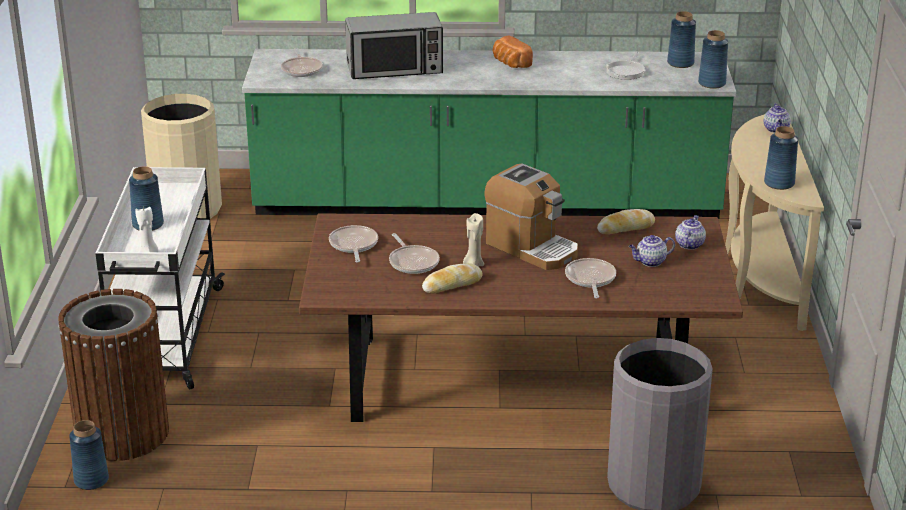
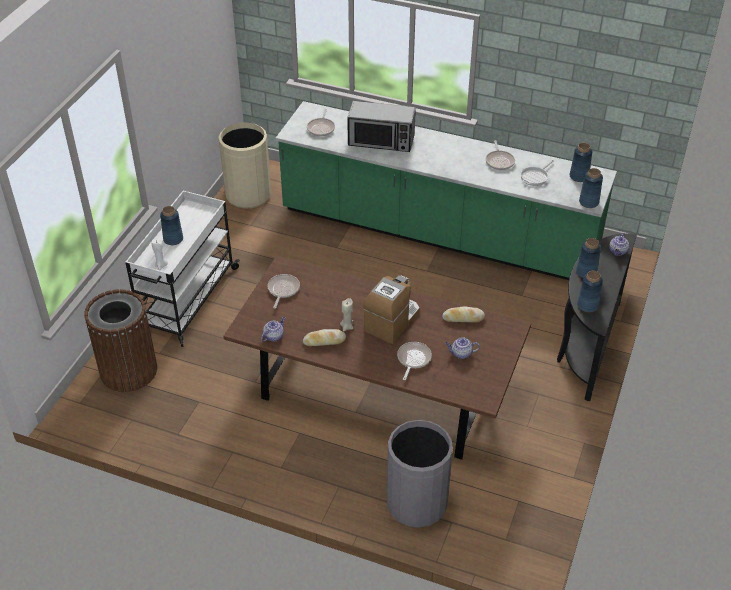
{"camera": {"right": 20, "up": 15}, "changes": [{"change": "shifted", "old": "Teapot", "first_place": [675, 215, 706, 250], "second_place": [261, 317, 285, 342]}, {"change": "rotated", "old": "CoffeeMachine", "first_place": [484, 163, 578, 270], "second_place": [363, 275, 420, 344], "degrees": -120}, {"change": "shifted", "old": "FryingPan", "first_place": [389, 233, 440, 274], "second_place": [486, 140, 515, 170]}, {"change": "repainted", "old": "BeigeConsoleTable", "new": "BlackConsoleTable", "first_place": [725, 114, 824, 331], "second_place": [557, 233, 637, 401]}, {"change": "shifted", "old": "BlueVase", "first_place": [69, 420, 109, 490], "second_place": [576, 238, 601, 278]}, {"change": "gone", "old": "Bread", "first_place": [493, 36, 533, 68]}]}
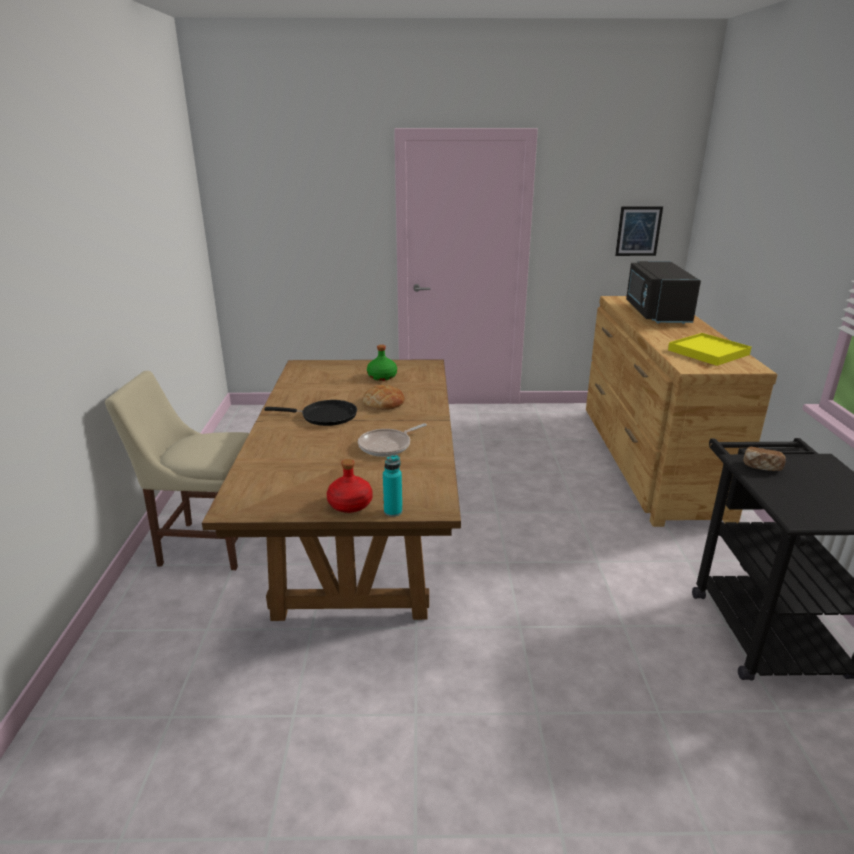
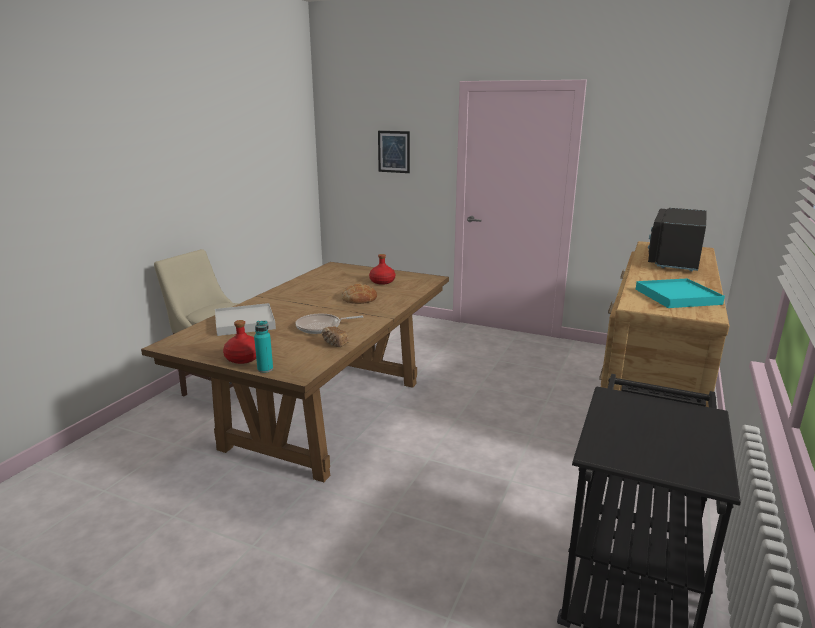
{"camera": {"right": 25, "up": -5}, "changes": [{"change": "new", "new": "WhiteTray", "second_place": [215, 303, 276, 336]}, {"change": "shifted", "old": "Bread", "first_place": [743, 447, 786, 471], "second_place": [322, 327, 349, 347]}, {"change": "repainted", "old": "GreenBottle", "new": "RedBottle", "first_place": [367, 345, 397, 381], "second_place": [369, 254, 395, 285]}, {"change": "shifted", "old": "Picture", "first_place": [615, 206, 663, 256], "second_place": [378, 131, 410, 173]}, {"change": "repainted", "old": "YellowTray", "new": "TurquoiseTray", "first_place": [668, 333, 751, 366], "second_place": [635, 278, 725, 308]}, {"change": "gone", "old": "BlackFryingPan", "first_place": [264, 400, 357, 426]}]}
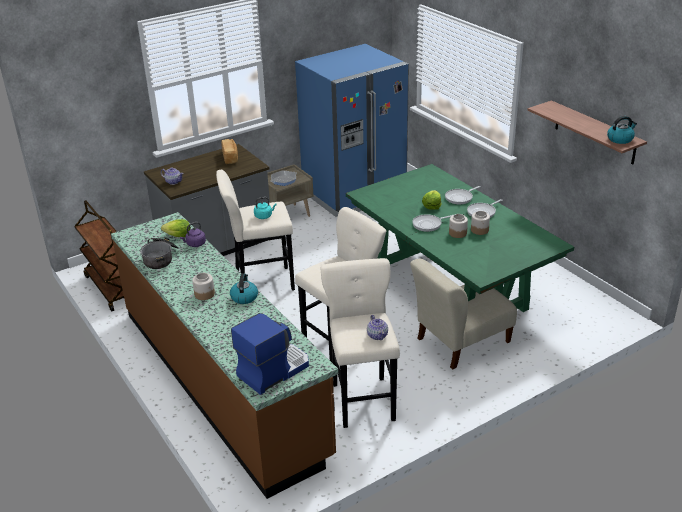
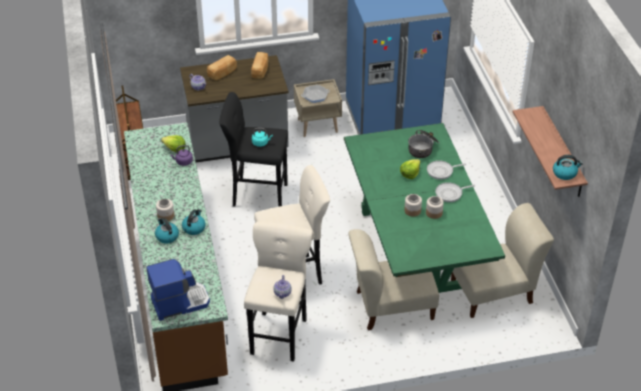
{"camera": {"right": 20, "up": 10}, "changes": [{"change": "new", "new": "Kettle", "second_place": [155, 218, 179, 243]}, {"change": "new", "new": "Bread", "second_place": [207, 55, 237, 80]}, {"change": "repainted", "old": "BeigeStool", "new": "BlackStool", "first_place": [216, 170, 295, 291], "second_place": [219, 92, 288, 207]}, {"change": "shifted", "old": "CookingPot", "first_place": [140, 237, 179, 269], "second_place": [408, 130, 439, 158]}, {"change": "new", "new": "BeigeChair", "second_place": [451, 203, 554, 318]}, {"change": "gone", "old": "FryingPan", "first_place": [412, 214, 453, 232]}]}
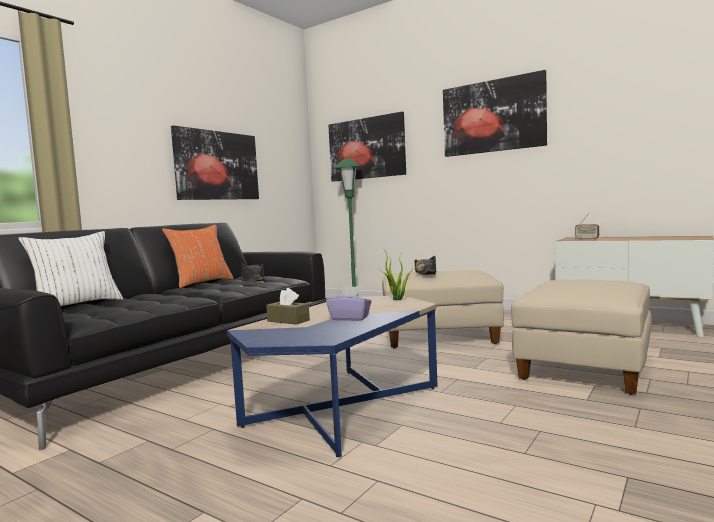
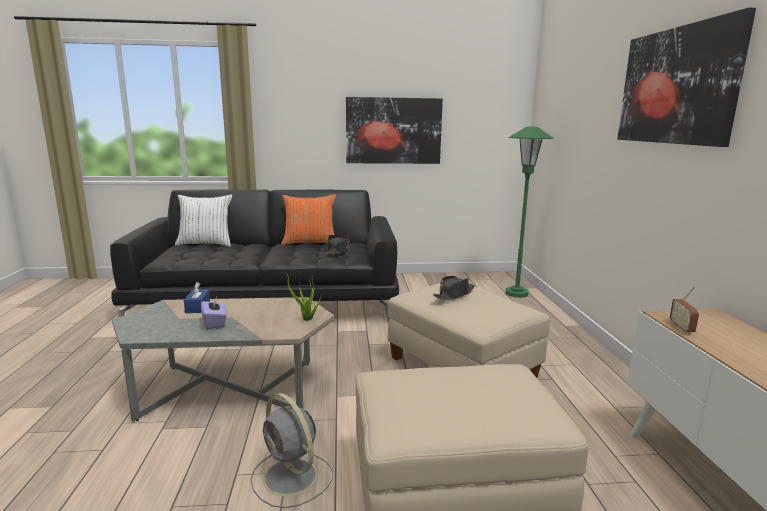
{"camera": {"right": 50, "up": 10}, "changes": [{"change": "repainted", "old": "BlueCoffeeTable", "new": "GreyCoffeeTable", "first_place": [227, 296, 438, 457], "second_place": [112, 297, 334, 422]}, {"change": "repainted", "old": "BrownTissueBox", "new": "BlueTissueBox", "first_place": [266, 288, 310, 325], "second_place": [184, 282, 210, 313]}, {"change": "new", "new": "GreyFan", "second_place": [250, 393, 333, 508]}, {"change": "gone", "old": "Picture", "first_place": [328, 112, 406, 182]}]}
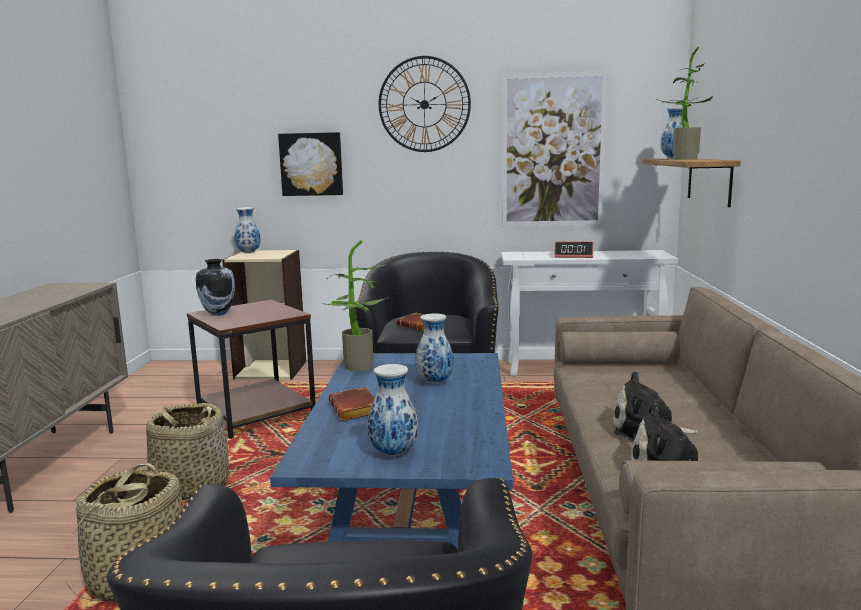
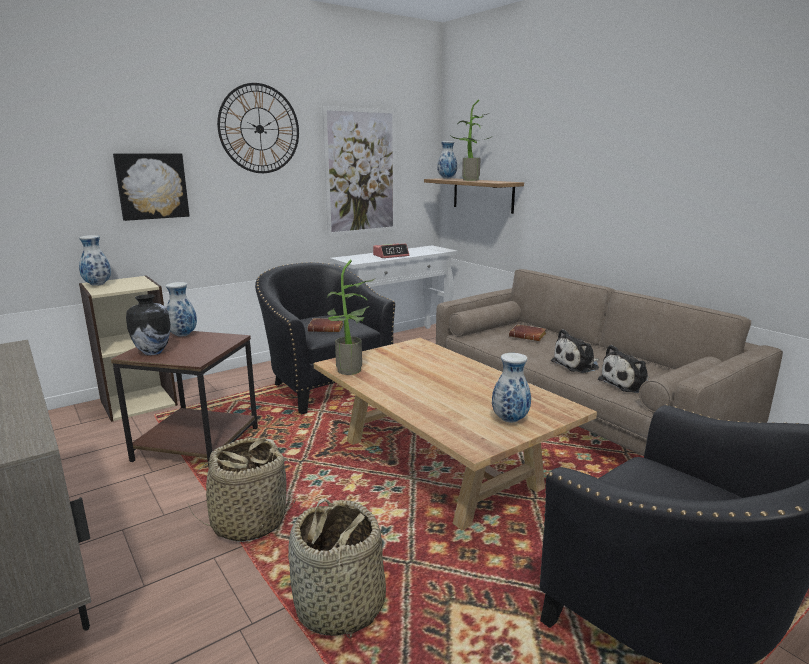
{"camera": {"right": -40, "up": 5}, "changes": [{"change": "shifted", "old": "Vase", "first_place": [415, 313, 454, 384], "second_place": [166, 282, 197, 336]}, {"change": "repainted", "old": "BlueCoffeeTable", "new": "BeigeCoffeeTable", "first_place": [270, 353, 513, 549], "second_place": [314, 338, 597, 530]}, {"change": "shifted", "old": "BrownBook", "first_place": [328, 387, 375, 421], "second_place": [509, 324, 546, 341]}]}
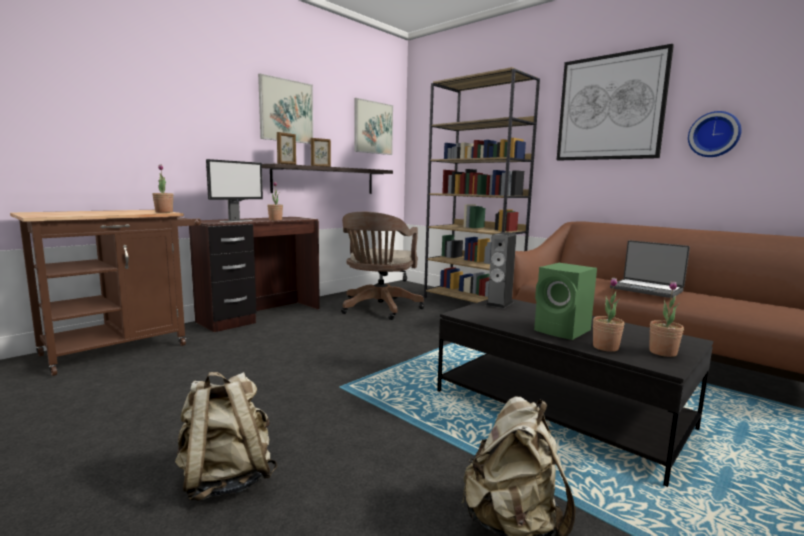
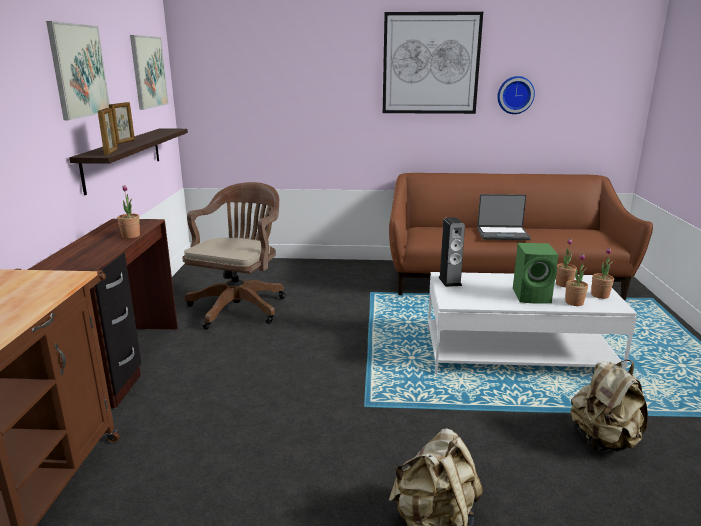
{"camera": {"right": -40, "up": 10}, "changes": [{"change": "rotated", "old": "BrownOfficeChair", "first_place": [341, 212, 424, 320], "second_place": [182, 182, 286, 329], "degrees": -135}, {"change": "repainted", "old": "BlackCoffeeTable", "new": "WhiteCoffeeTable", "first_place": [437, 299, 713, 487], "second_place": [428, 272, 638, 374]}, {"change": "shifted", "old": "PottedPlant", "first_place": [152, 164, 173, 213], "second_place": [556, 239, 577, 287]}, {"change": "gone", "old": "Monitor", "first_place": [206, 159, 263, 222]}, {"change": "gone", "old": "BrownBookcase", "first_place": [424, 67, 540, 303]}]}
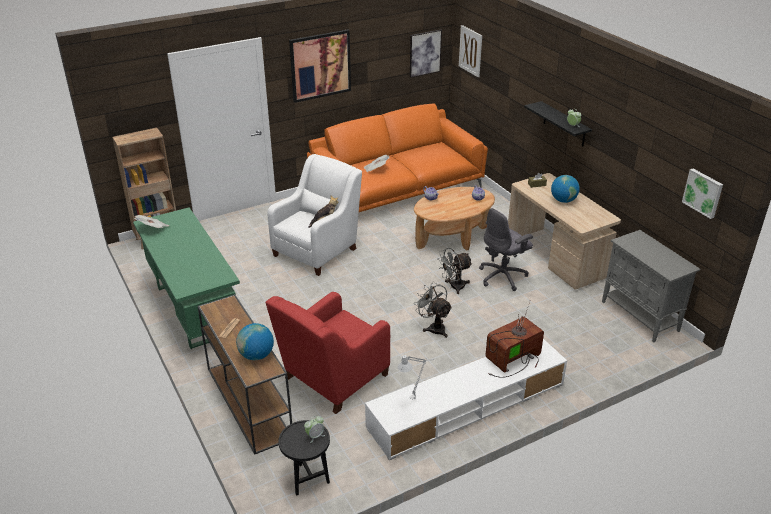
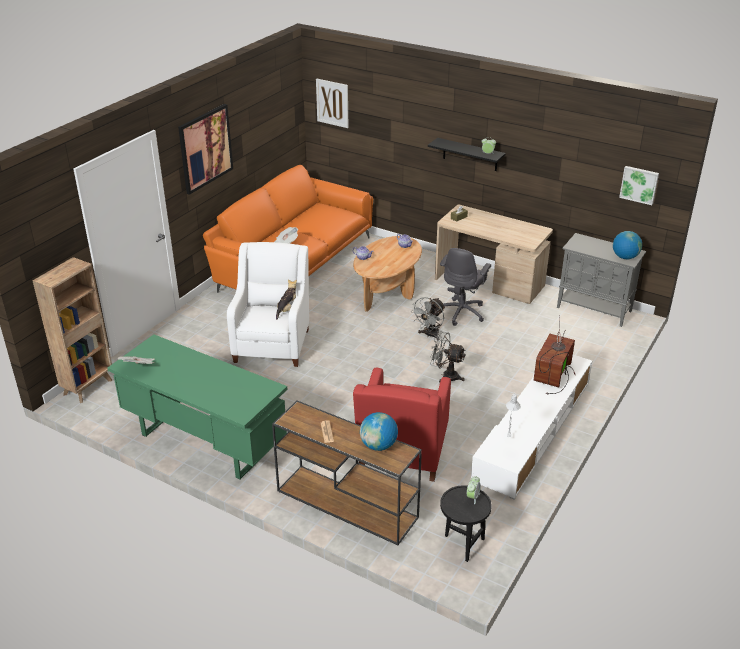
{"camera": {"right": -30, "up": 0}, "changes": [{"change": "shifted", "old": "Globe", "first_place": [551, 175, 580, 203], "second_place": [613, 231, 642, 259]}, {"change": "gone", "old": "Picture", "first_place": [410, 30, 442, 78]}]}
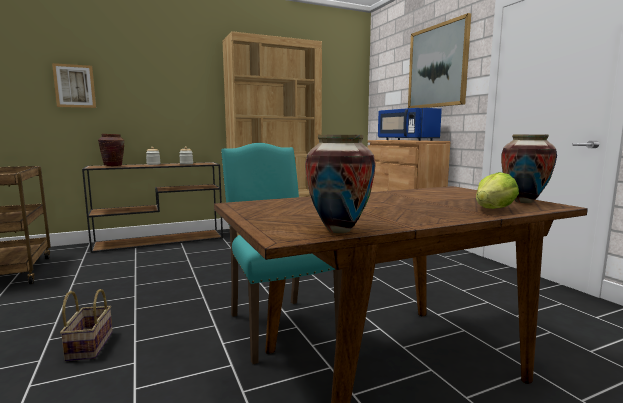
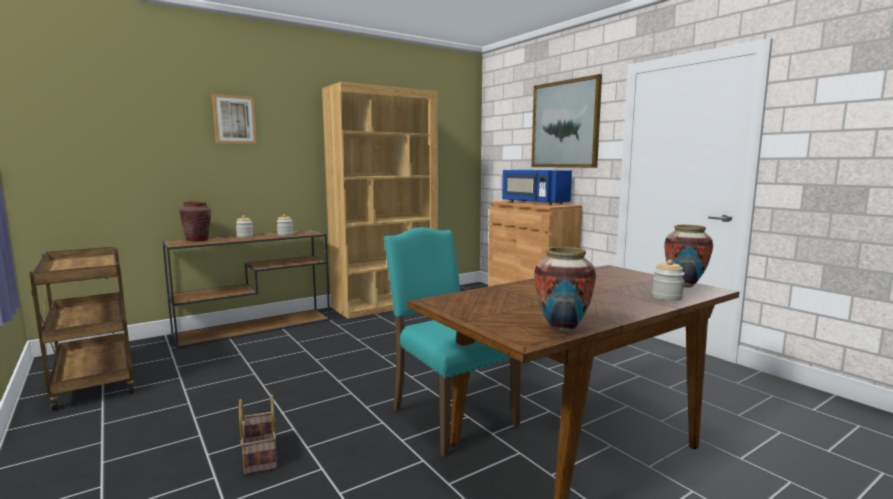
{"camera": {"right": -10, "up": 0}, "changes": [{"change": "shifted", "old": "Picture", "first_place": [52, 63, 96, 108], "second_place": [212, 94, 257, 144]}, {"change": "swapped", "old": "Lettuce", "new": "Jar", "first_place": [476, 172, 519, 209], "second_place": [652, 260, 685, 301]}]}
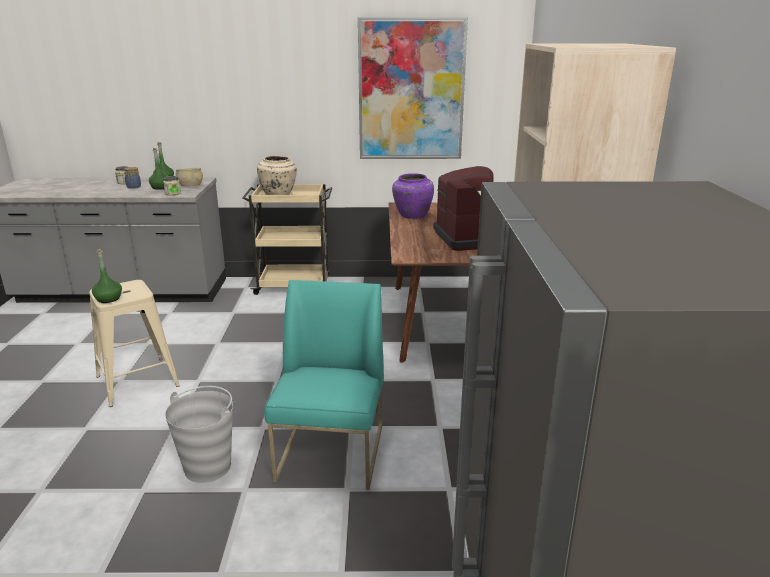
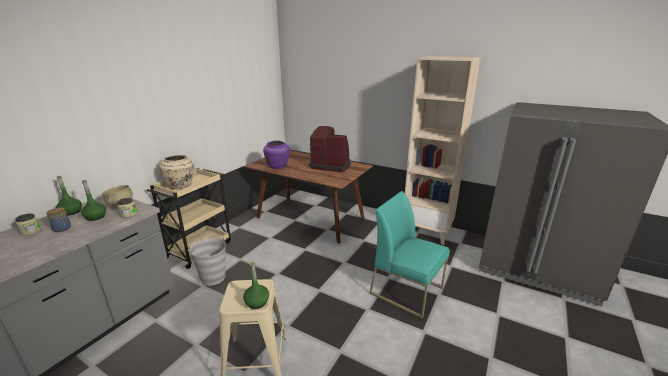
{"camera": {"right": -60, "up": 0}, "changes": [{"change": "shifted", "old": "GreyBucket", "first_place": [165, 386, 233, 483], "second_place": [188, 236, 226, 286]}, {"change": "gone", "old": "Picture", "first_place": [358, 17, 468, 159]}]}
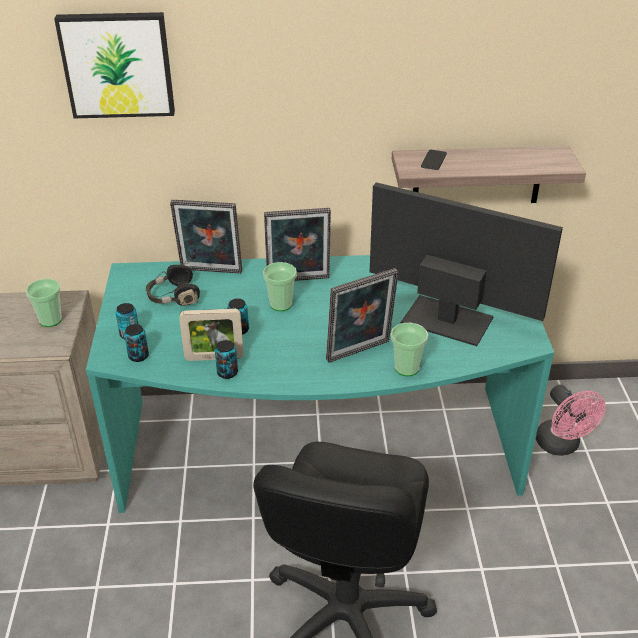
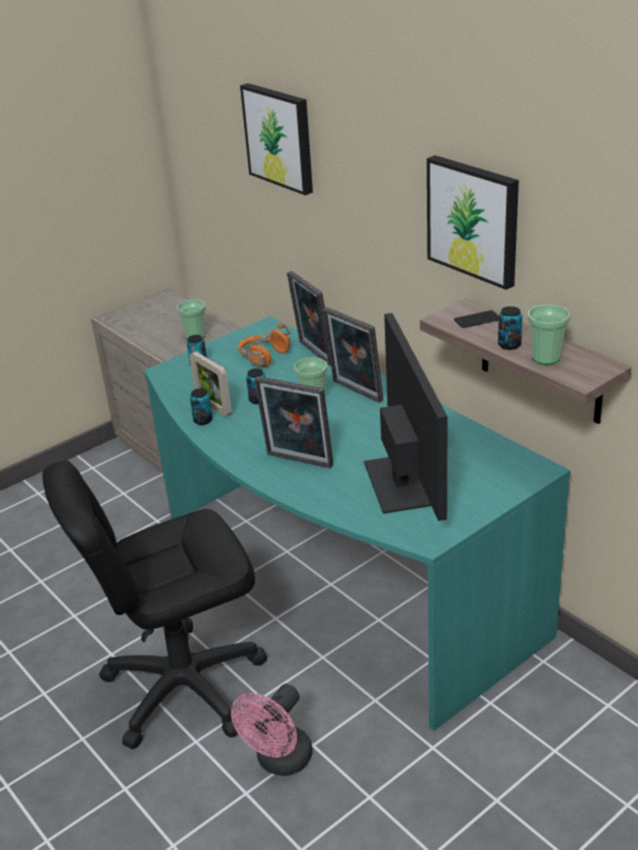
{"camera": {"right": 55, "up": -5}, "changes": [{"change": "shifted", "old": "PinkFan", "first_place": [536, 385, 606, 456], "second_place": [231, 684, 312, 776]}, {"change": "repainted", "old": "BlackHeadphones", "new": "OrangeHeadphones", "first_place": [146, 253, 200, 306], "second_place": [238, 323, 291, 367]}, {"change": "new", "new": "Picture", "second_place": [427, 155, 519, 290]}, {"change": "shifted", "old": "Can", "first_place": [124, 324, 149, 362], "second_place": [498, 306, 522, 350]}, {"change": "shifted", "old": "Cup", "first_place": [391, 323, 428, 376], "second_place": [528, 305, 570, 365]}]}
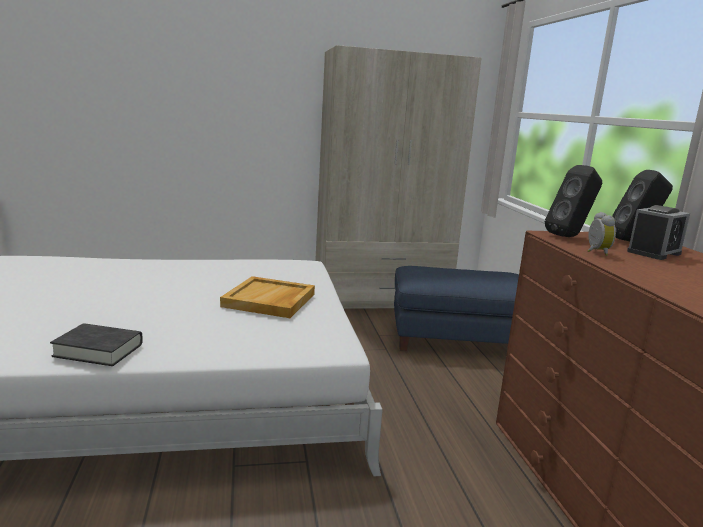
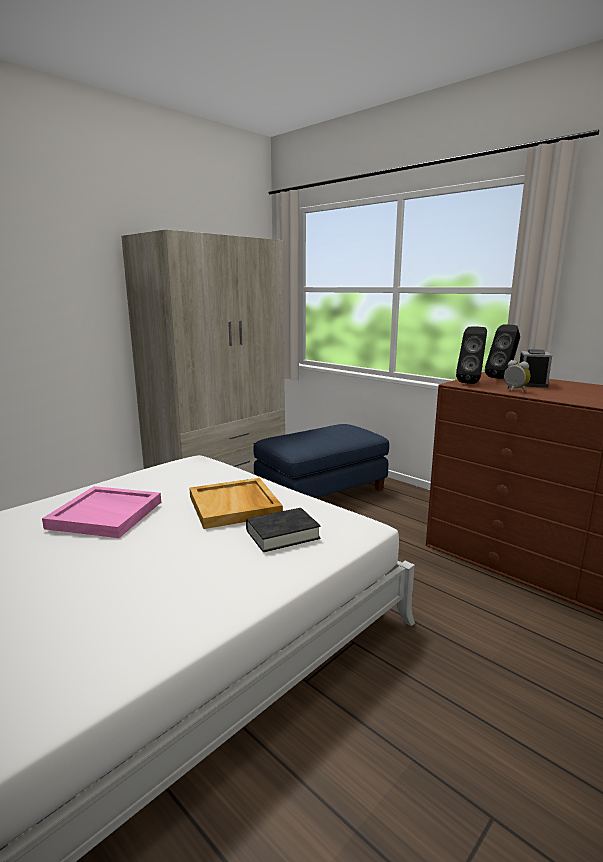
{"camera": {"right": -35, "up": 0}, "changes": [{"change": "new", "new": "PinkTray", "second_place": [42, 486, 161, 538]}, {"change": "shifted", "old": "BlackBook", "first_place": [50, 323, 143, 366], "second_place": [246, 508, 321, 552]}]}
